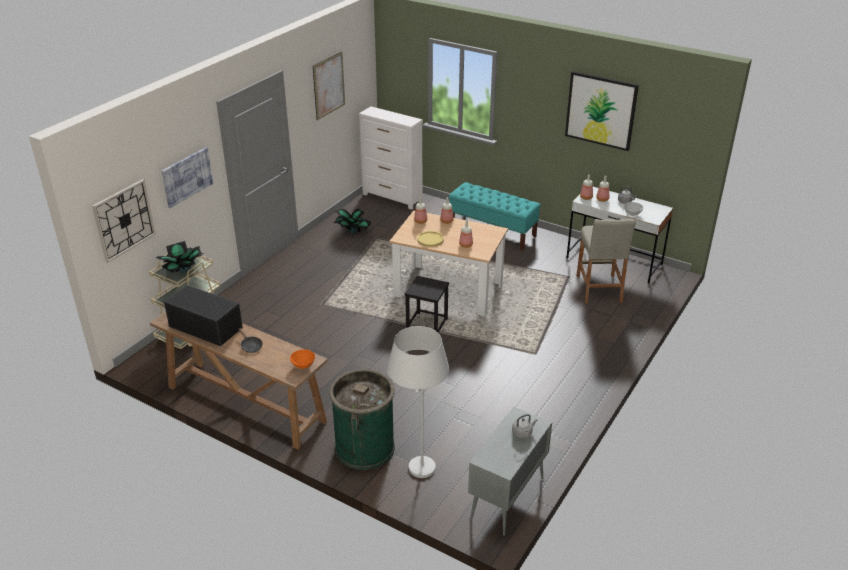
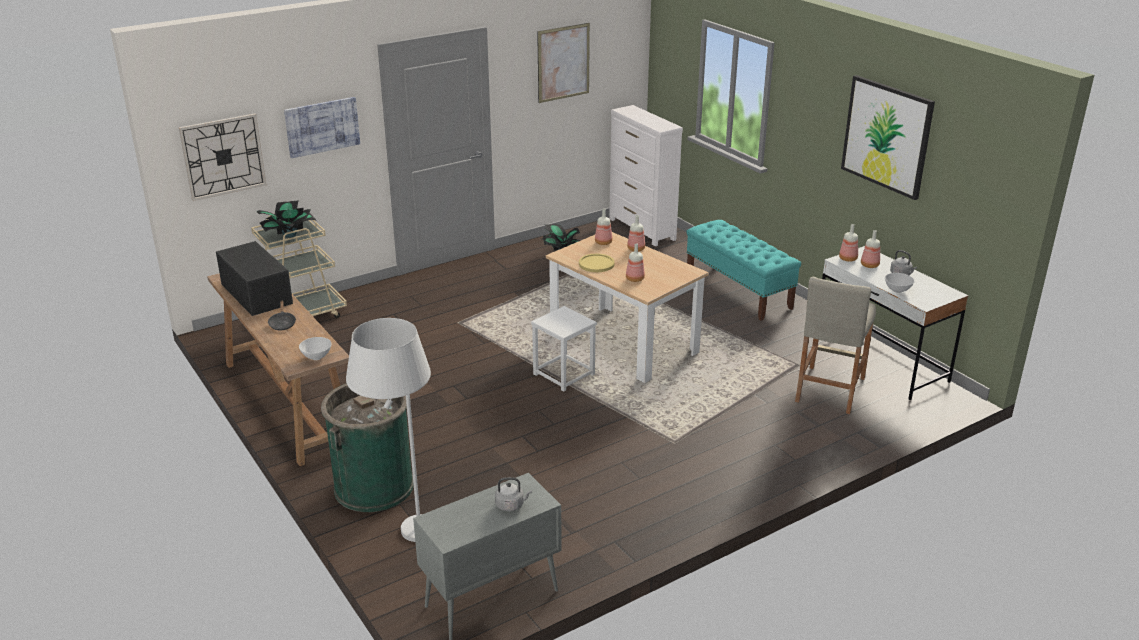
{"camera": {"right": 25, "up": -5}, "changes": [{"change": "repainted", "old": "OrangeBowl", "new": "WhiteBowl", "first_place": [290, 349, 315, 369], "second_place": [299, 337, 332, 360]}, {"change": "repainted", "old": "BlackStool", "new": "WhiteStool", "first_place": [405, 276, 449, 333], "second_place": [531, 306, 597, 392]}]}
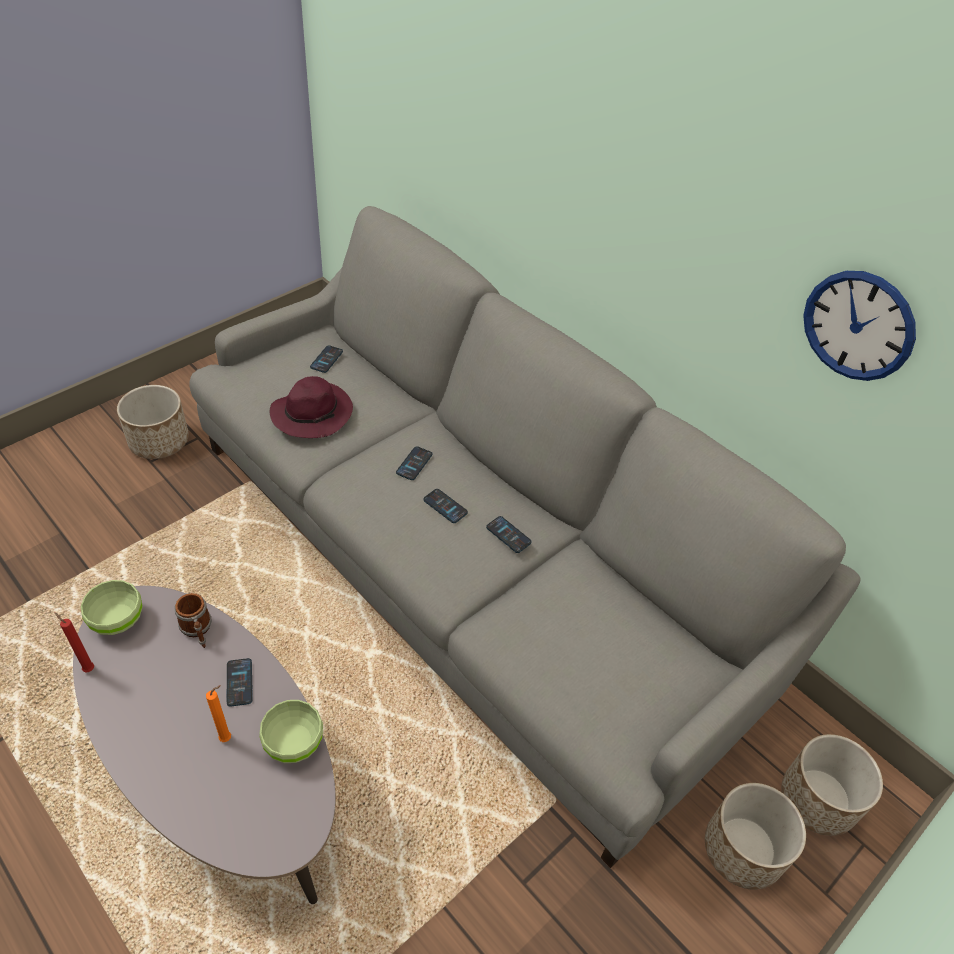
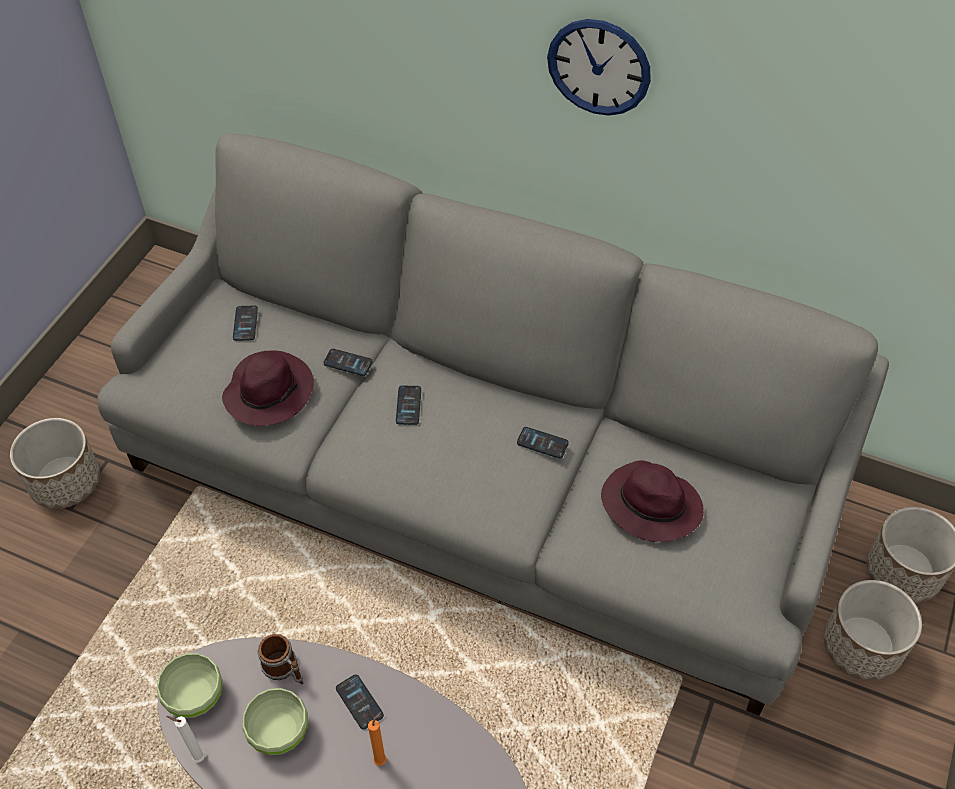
{"camera": {"right": -20, "up": 5}, "changes": [{"change": "repainted", "old": "RedCandle", "new": "WhiteCandle", "first_place": [54, 612, 94, 672], "second_place": [166, 716, 205, 763]}, {"change": "shifted", "old": "GreenBowl", "first_place": [259, 700, 323, 763], "second_place": [242, 688, 308, 755]}, {"change": "shifted", "old": "Phone", "first_place": [423, 489, 468, 523], "second_place": [323, 349, 372, 376]}, {"change": "shifted", "old": "WallClock", "first_place": [803, 271, 916, 381], "second_place": [547, 19, 651, 116]}, {"change": "new", "new": "PurpleHat", "second_place": [601, 460, 704, 542]}]}
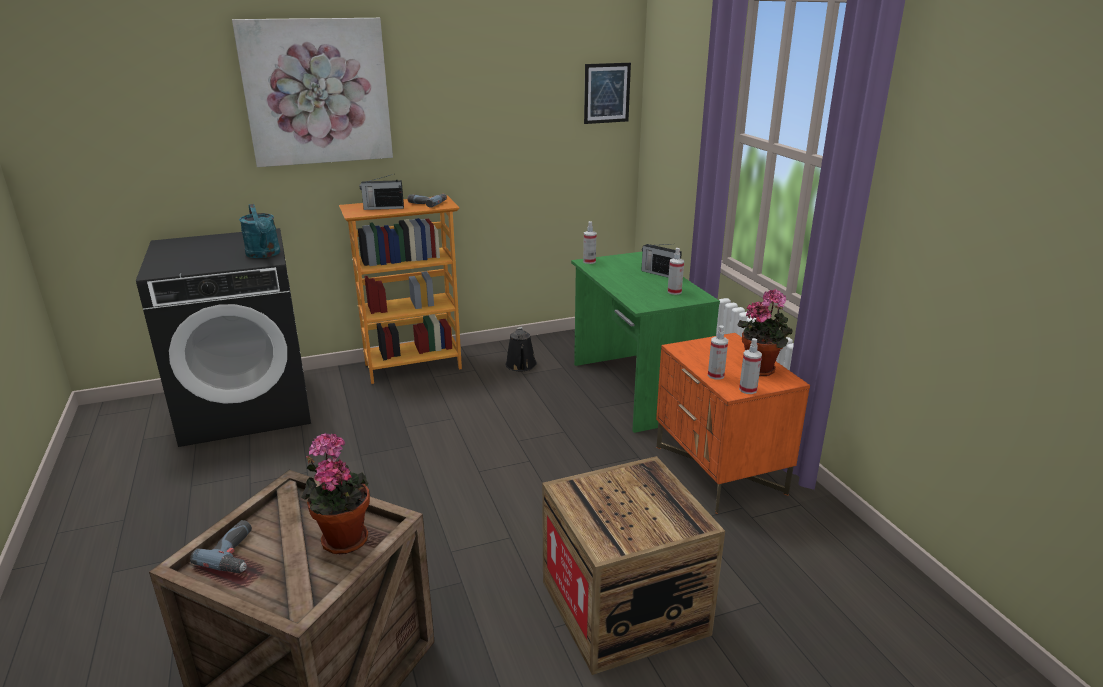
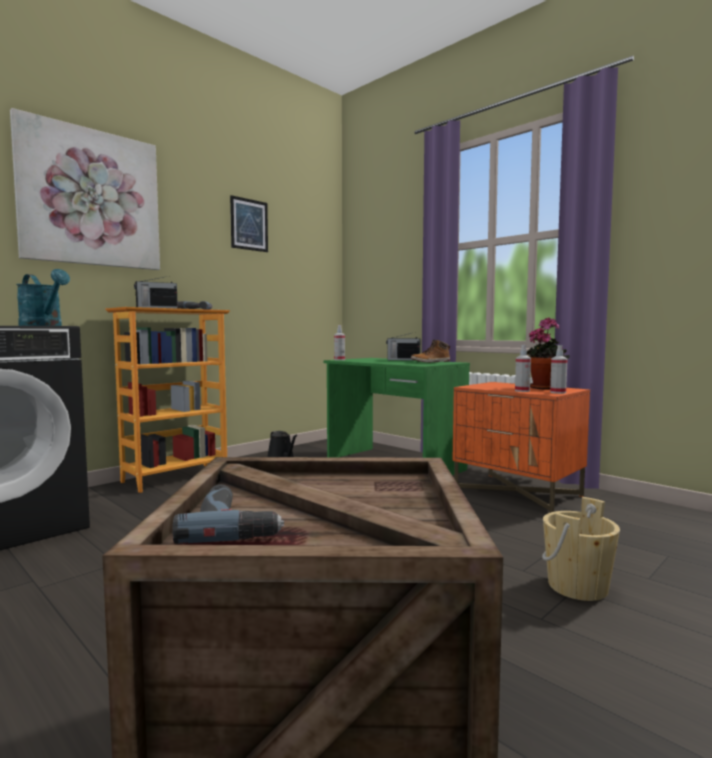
{"camera": {"right": -25, "up": -20}, "changes": [{"change": "shifted", "old": "Picture", "first_place": [584, 63, 631, 124], "second_place": [230, 195, 268, 252]}, {"change": "swapped", "old": "SprayBottle", "new": "Boot", "first_place": [668, 248, 684, 295], "second_place": [411, 340, 450, 363]}, {"change": "swapped", "old": "Crate", "new": "BeigeBucket", "first_place": [542, 456, 725, 675], "second_place": [542, 497, 620, 601]}, {"change": "gone", "old": "PottedPlant", "first_place": [301, 433, 370, 555]}]}
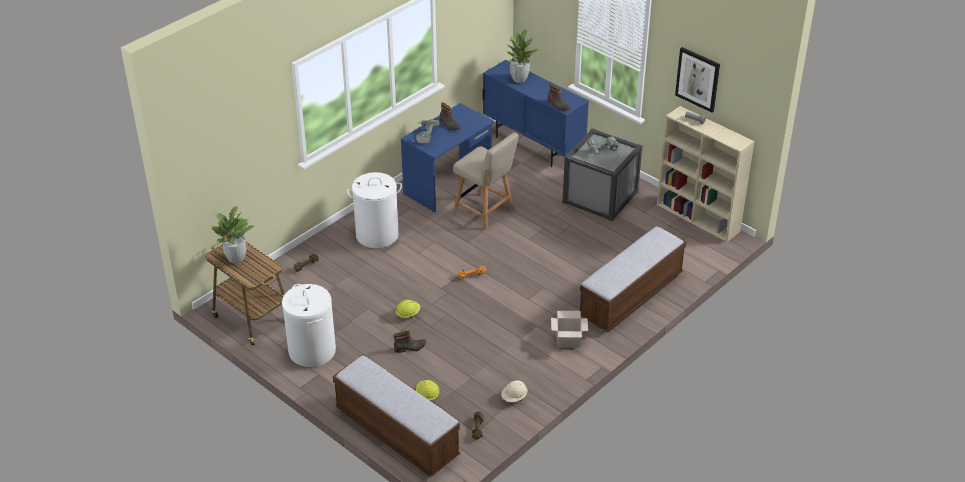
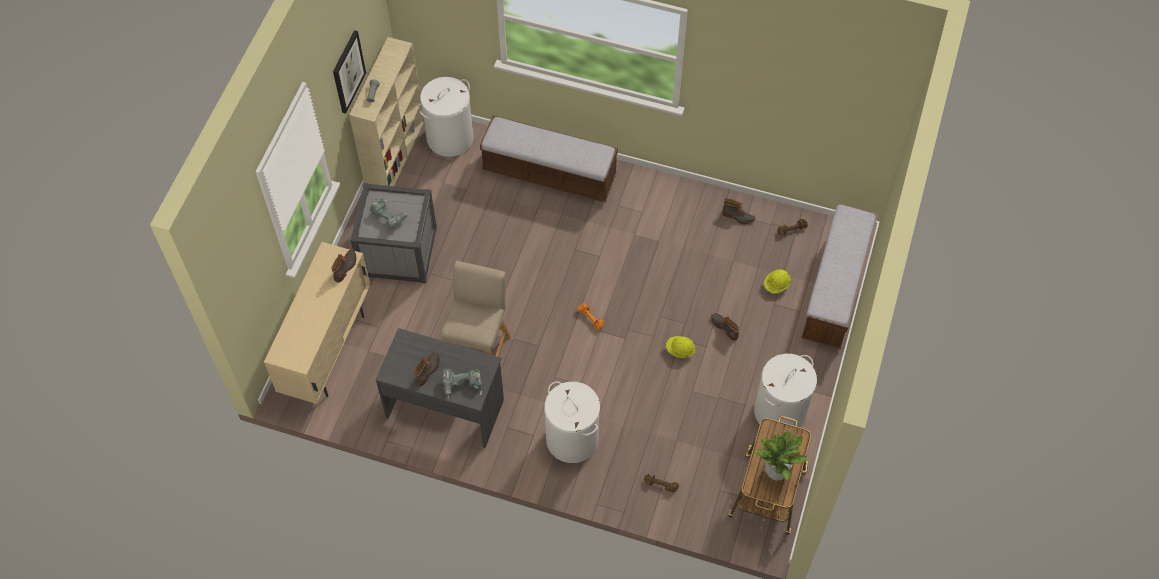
{"camera": {"right": -115, "up": 20}, "changes": [{"change": "repainted", "old": "BlueCabinet", "new": "BeigeCabinet", "first_place": [483, 60, 589, 167], "second_place": [264, 242, 371, 404]}, {"change": "repainted", "old": "BlueDesk", "new": "GreyDesk", "first_place": [401, 103, 494, 212], "second_place": [376, 328, 504, 448]}, {"change": "new", "new": "WhiteLaundryBasket", "second_place": [420, 77, 474, 157]}, {"change": "swapped", "old": "BeigeHardHat", "new": "Boot", "first_place": [501, 380, 527, 402], "second_place": [722, 198, 755, 224]}, {"change": "gone", "old": "PottedPlant", "first_place": [505, 29, 538, 83]}, {"change": "gone", "old": "CardboardBox", "first_place": [551, 311, 588, 348]}]}
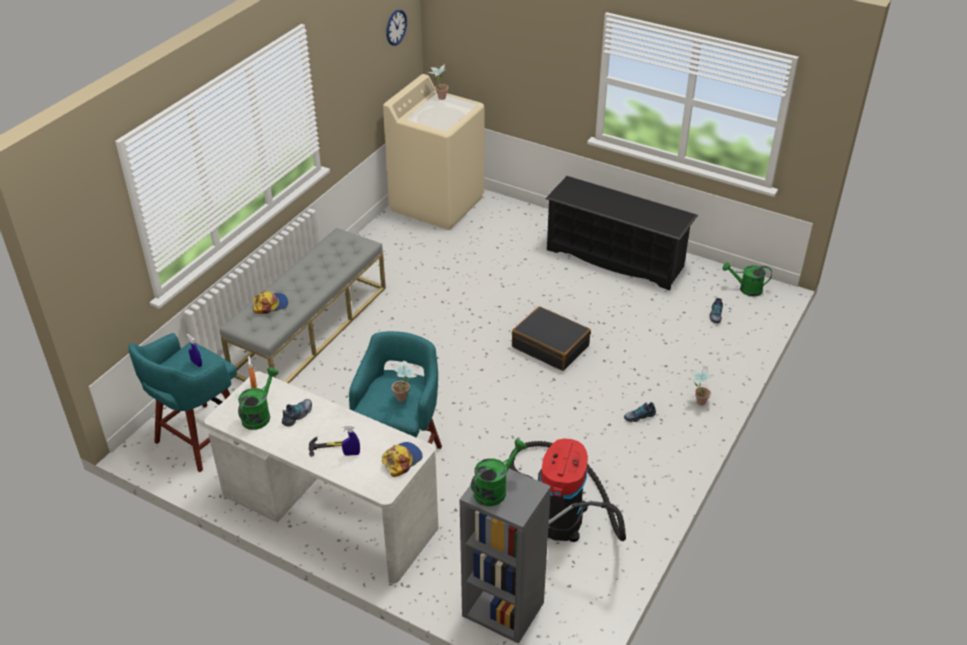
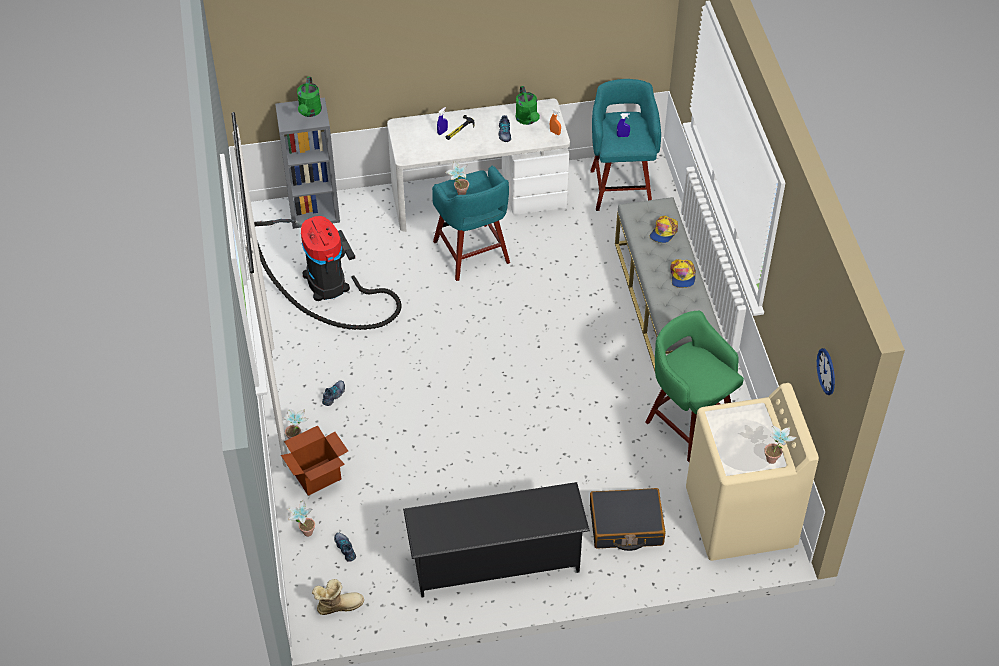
{"camera": {"right": 140, "up": 10}, "changes": [{"change": "new", "new": "CardboardBox", "second_place": [281, 426, 348, 496]}, {"change": "new", "new": "PottedPlant", "second_place": [288, 500, 315, 537]}, {"change": "swapped", "old": "GreenWateringCan", "new": "Boot", "first_place": [723, 262, 772, 297], "second_place": [312, 579, 364, 615]}, {"change": "shifted", "old": "BlackSuitcase", "first_place": [512, 306, 591, 371], "second_place": [590, 488, 666, 551]}, {"change": "new", "new": "GreenStool", "second_place": [645, 311, 744, 462]}, {"change": "shifted", "old": "Cap", "first_place": [382, 442, 423, 477], "second_place": [670, 259, 696, 288]}]}
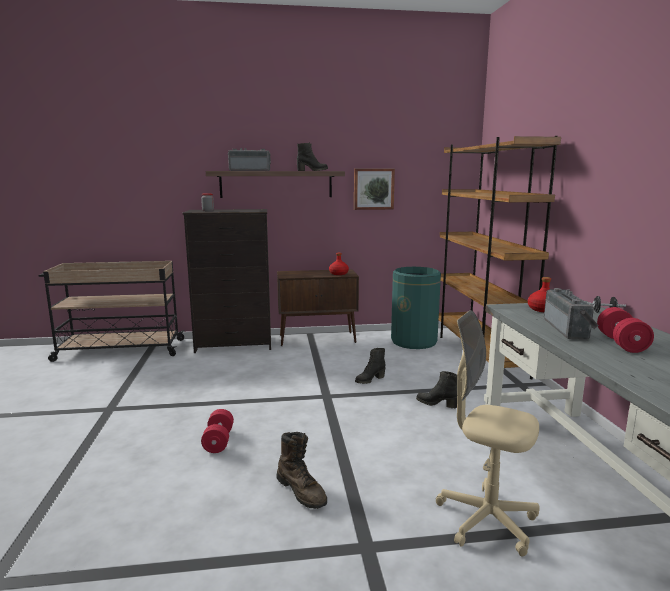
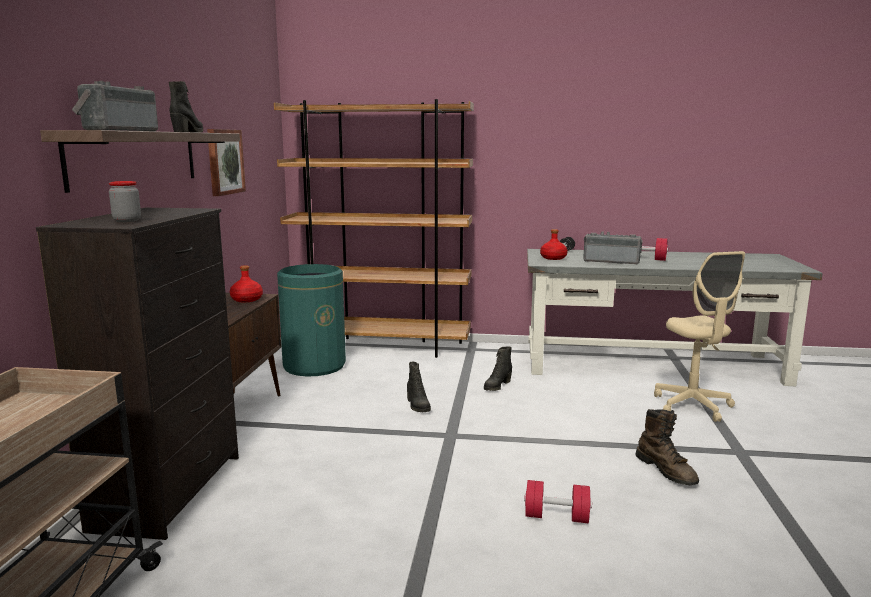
{"camera": {"right": -75, "up": 0}, "changes": [{"change": "rotated", "old": "BrownBoot", "first_place": [276, 432, 327, 509], "second_place": [635, 409, 699, 485], "degrees": 90}, {"change": "rotated", "old": "BeigeOfficeChair", "first_place": [436, 310, 540, 557], "second_place": [654, 251, 745, 422], "degrees": -60}]}
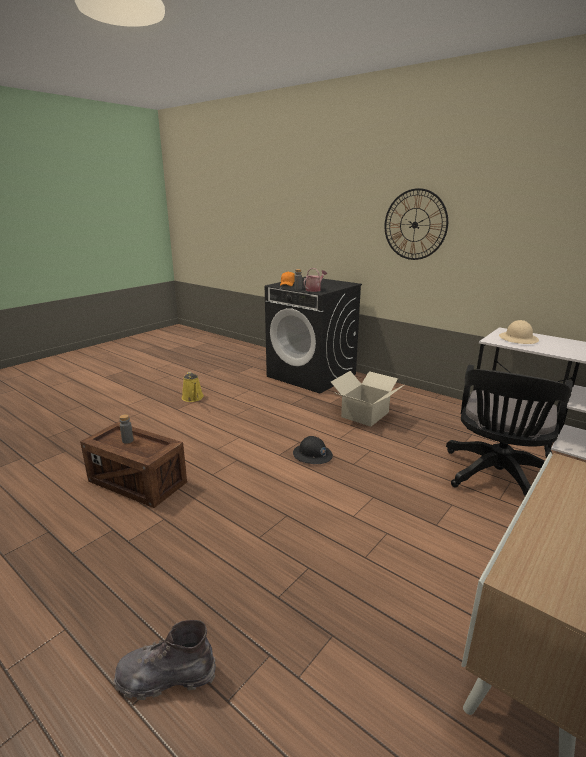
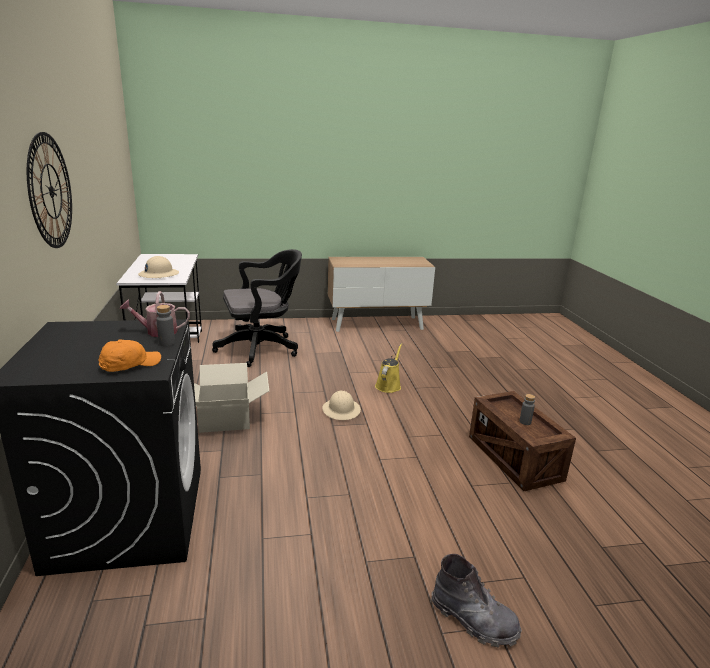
{"camera": {"right": -140, "up": 0}, "changes": [{"change": "repainted", "old": "BlackHardHat", "new": "BeigeHardHat", "first_place": [293, 436, 333, 464], "second_place": [322, 391, 361, 420]}, {"change": "shifted", "old": "YellowWateringCan", "first_place": [182, 372, 204, 402], "second_place": [375, 343, 402, 393]}, {"change": "shifted", "old": "GreyBoot", "first_place": [113, 620, 216, 700], "second_place": [431, 554, 522, 648]}]}
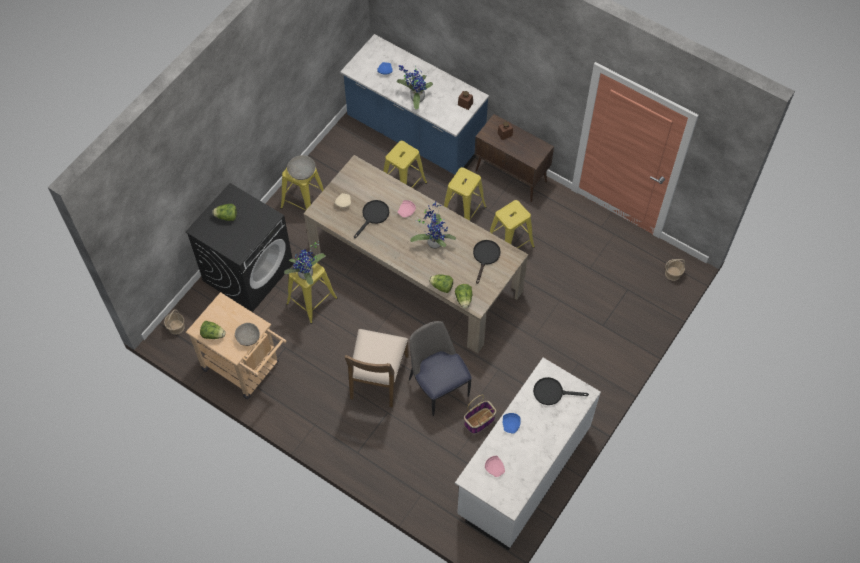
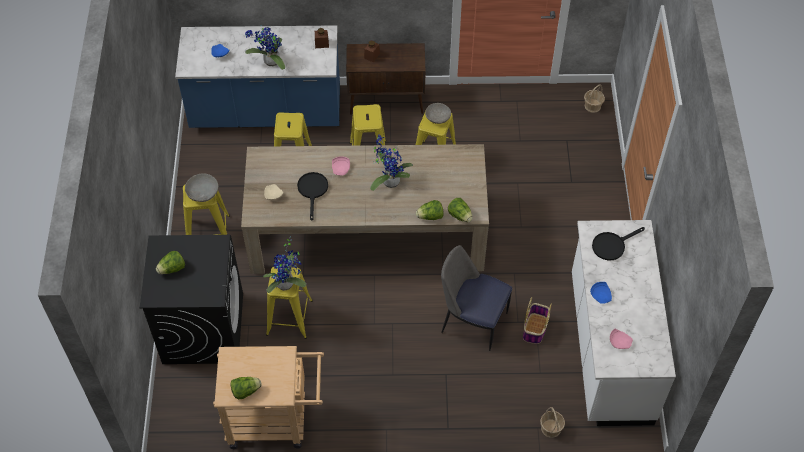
{"camera": {"right": -35, "up": -5}, "changes": [{"change": "shifted", "old": "GreyBowl", "first_place": [235, 323, 260, 346], "second_place": [425, 103, 451, 124]}, {"change": "shifted", "old": "Basket", "first_place": [164, 309, 185, 335], "second_place": [540, 407, 565, 438]}, {"change": "gone", "old": "BrownChair", "first_place": [345, 329, 409, 408]}, {"change": "gone", "old": "BlackFryingPan", "first_place": [473, 240, 501, 284]}]}
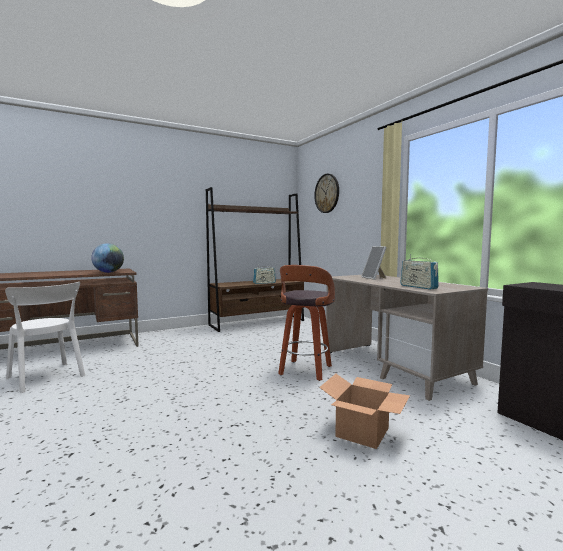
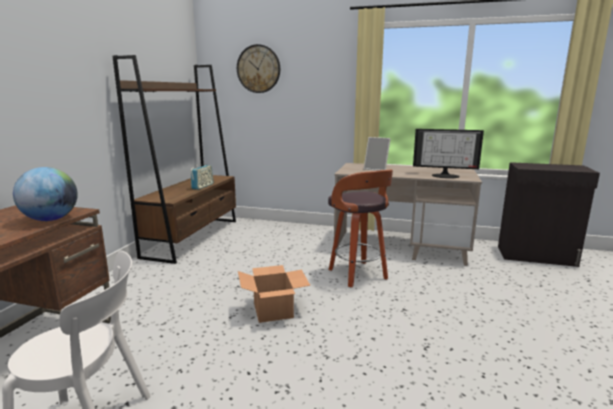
{"camera": {"right": -45, "up": 10}, "changes": [{"change": "shifted", "old": "CardboardBox", "first_place": [319, 374, 410, 449], "second_place": [238, 265, 310, 323]}, {"change": "swapped", "old": "Radio", "new": "Monitor", "first_place": [400, 254, 439, 290], "second_place": [413, 129, 484, 179]}]}
